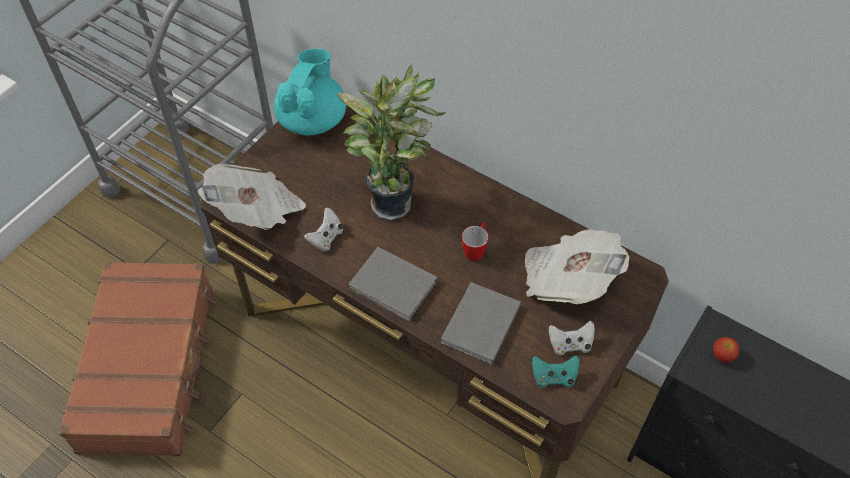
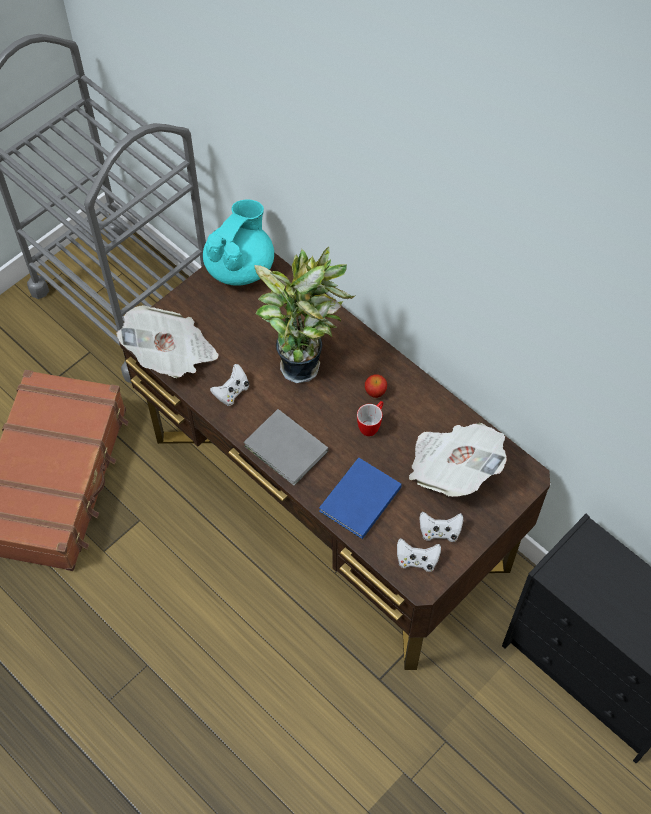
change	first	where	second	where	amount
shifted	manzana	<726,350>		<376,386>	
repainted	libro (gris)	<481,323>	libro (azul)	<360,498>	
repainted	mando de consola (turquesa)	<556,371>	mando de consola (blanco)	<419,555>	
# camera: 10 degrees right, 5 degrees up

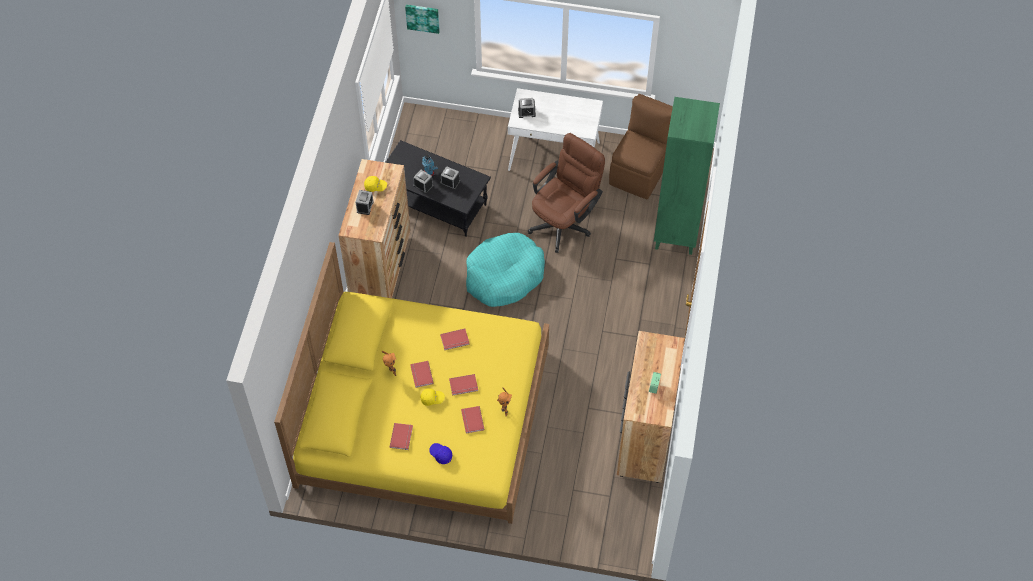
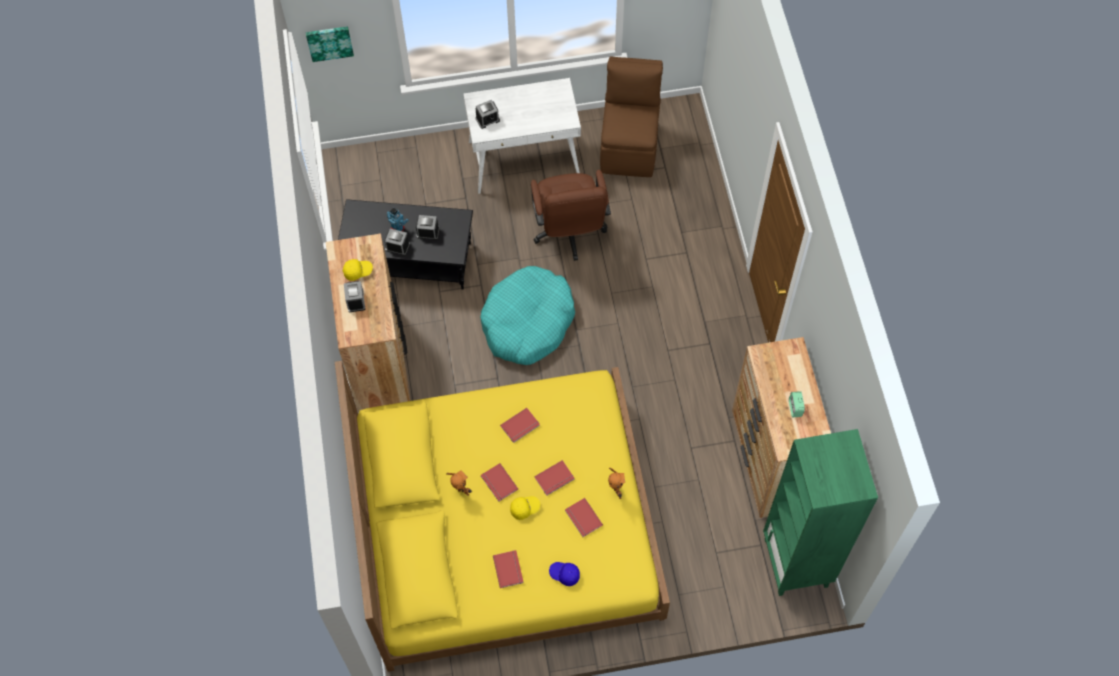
change	first	where	second	where	amount
shifted	estantería (verde)	<687,176>		<820,512>	
rotated	silla de oficina (marrón)	<566,193>		<571,215>	150 degrees clockwise
# camera: 20 degrees left, 5 degrees up

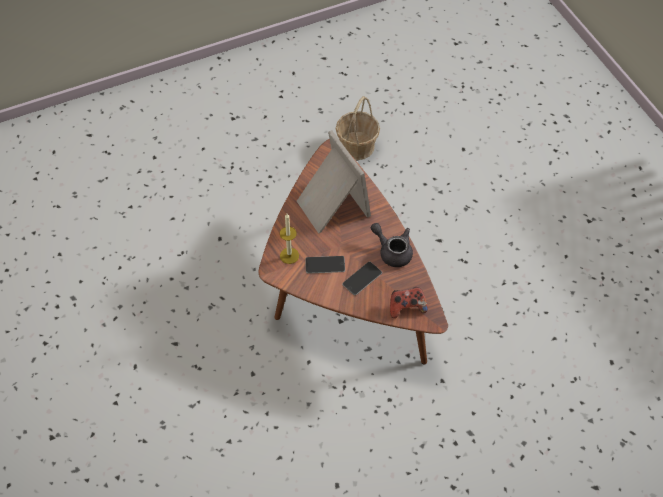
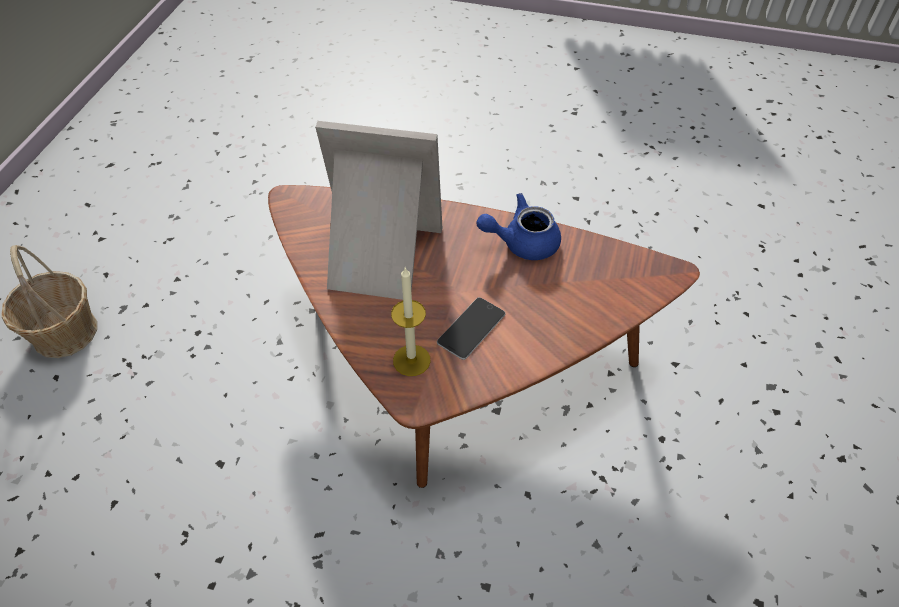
change	first	where	second	where	amount
gone	móvil	<362,278>			
gone	mando de consola	<409,302>			
shifted	cesta	<358,128>		<49,301>	
repainted	tetera (gris)	<392,245>	tetera (azul)	<519,226>	
# camera: 50 degrees left, 5 degrees down

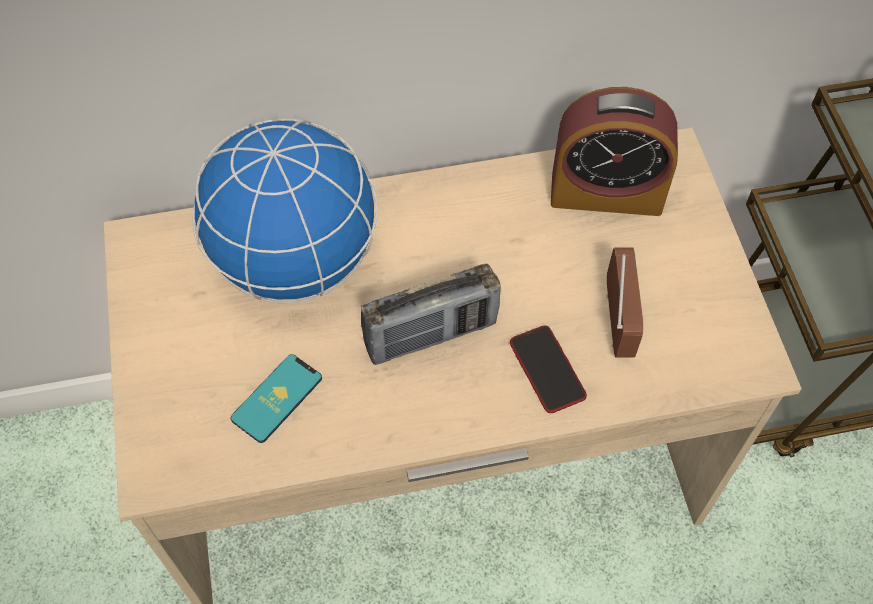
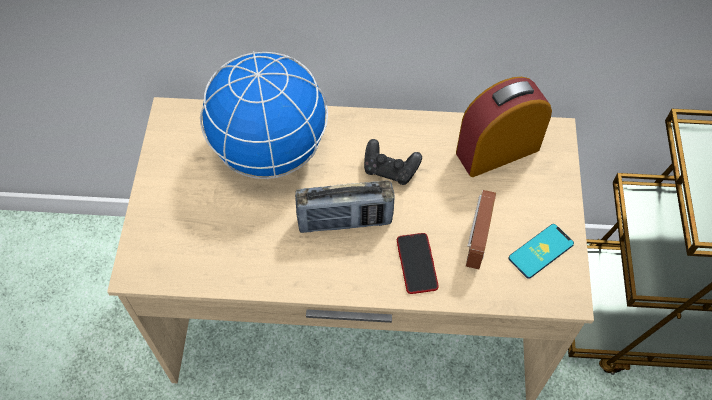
change	first	where	second	where	amount
new			mando de consola (negro)	<393,162>	
shifted	móvil	<276,398>		<541,251>	
rotated	despertador	<614,151>		<504,127>	135 degrees clockwise
# camera: 15 degrees right, 0 degrees up

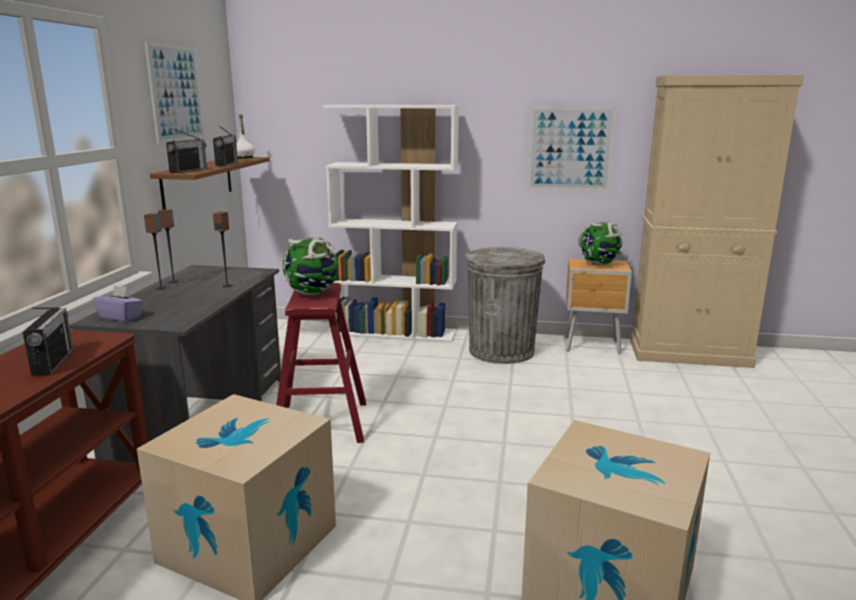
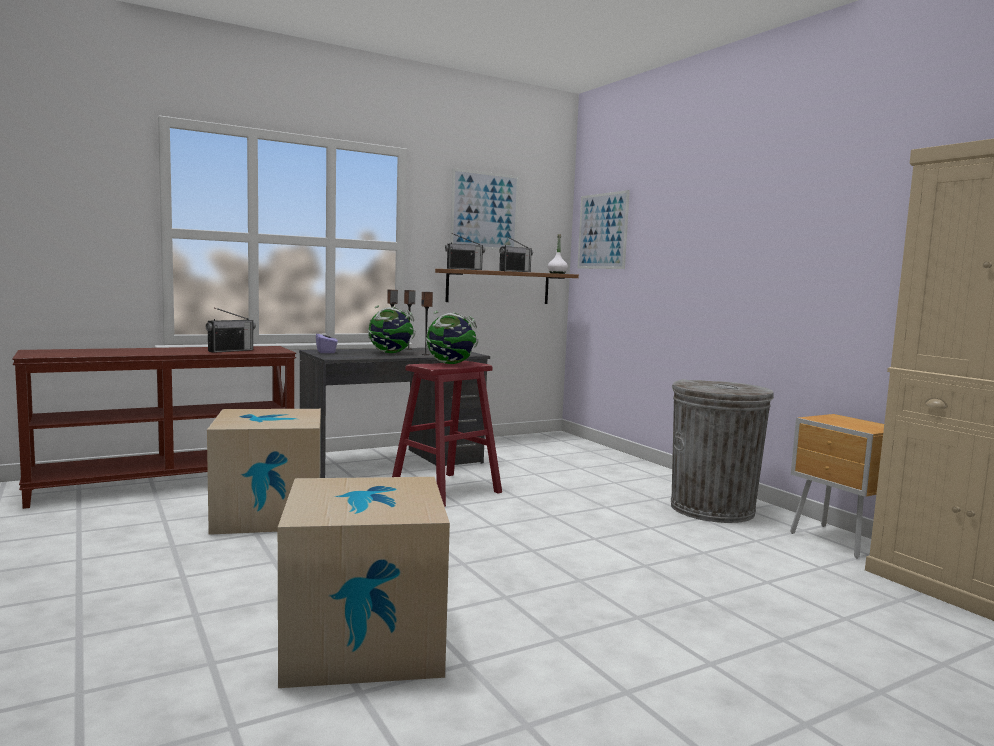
change	first	where	second	where	amount
gone	estantería (blanco)	<391,224>			
shifted	cuadro	<572,149>		<604,229>	
shifted	globo terráqueo	<600,243>		<392,329>	
# camera: 50 degrees right, 10 degrees down

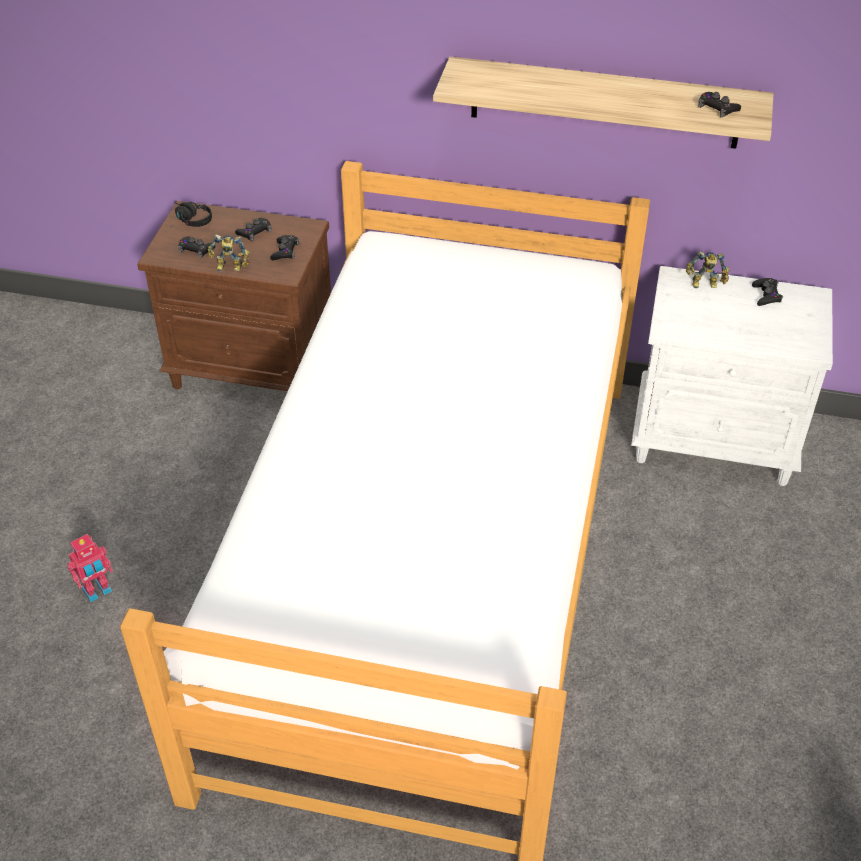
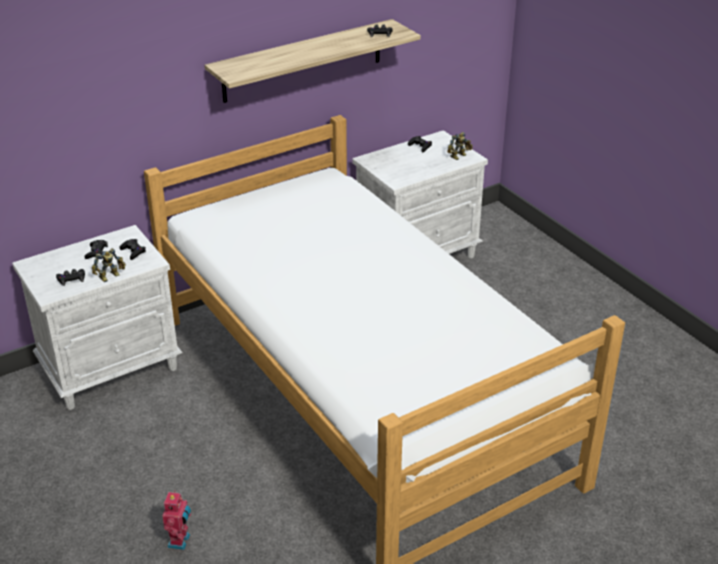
change	first	where	second	where	amount
gone	auriculares (negro)	<193,214>			
shifted	robot de juguete	<708,269>		<460,146>	
repainted	mesita de noche (marrón)	<234,296>	mesita de noche (blanco)	<97,317>	
# camera: 45 degrees left, 10 degrees down

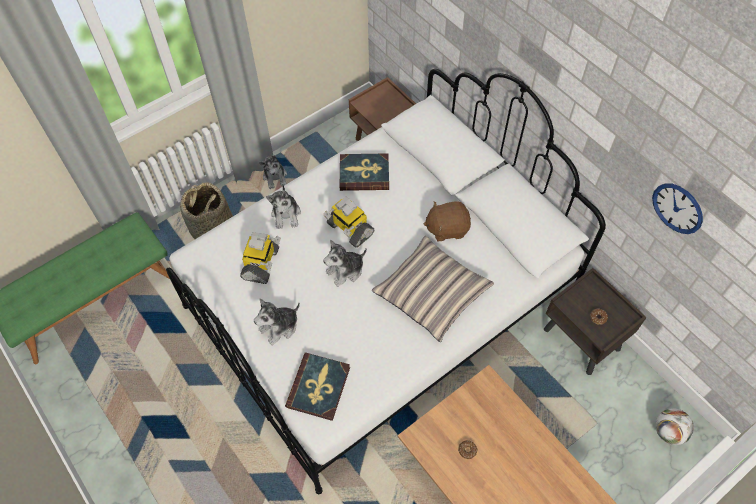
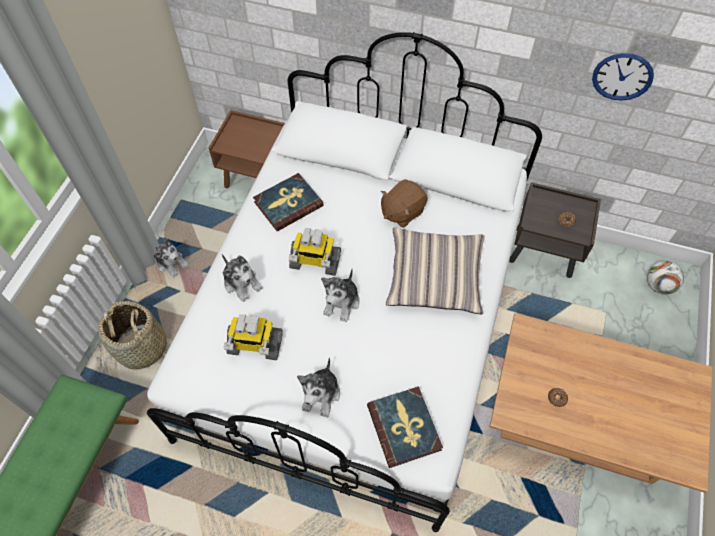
change	first	where	second	where	amount
rotated	robot de juguete	<260,258>		<253,337>	120 degrees clockwise
# camera: 35 degrees left, 0 degrees up

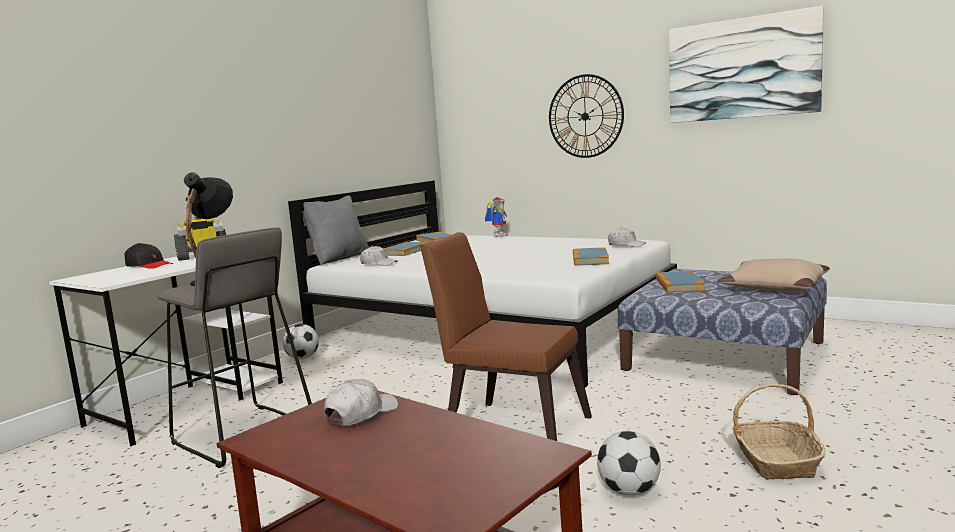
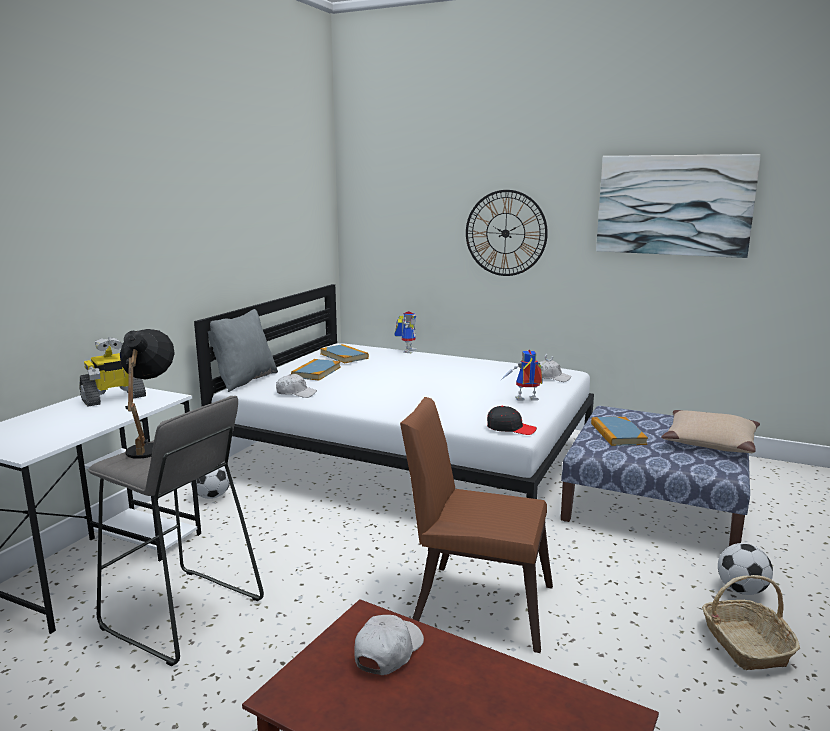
change	first	where	second	where	amount
shifted	gorra (negro)	<148,256>		<512,420>	
shifted	balón de fútbol	<629,463>		<745,569>	
swapped	libro	<591,256>	robot de juguete	<527,375>	
# camera: 10 degrees left, 5 degrees up

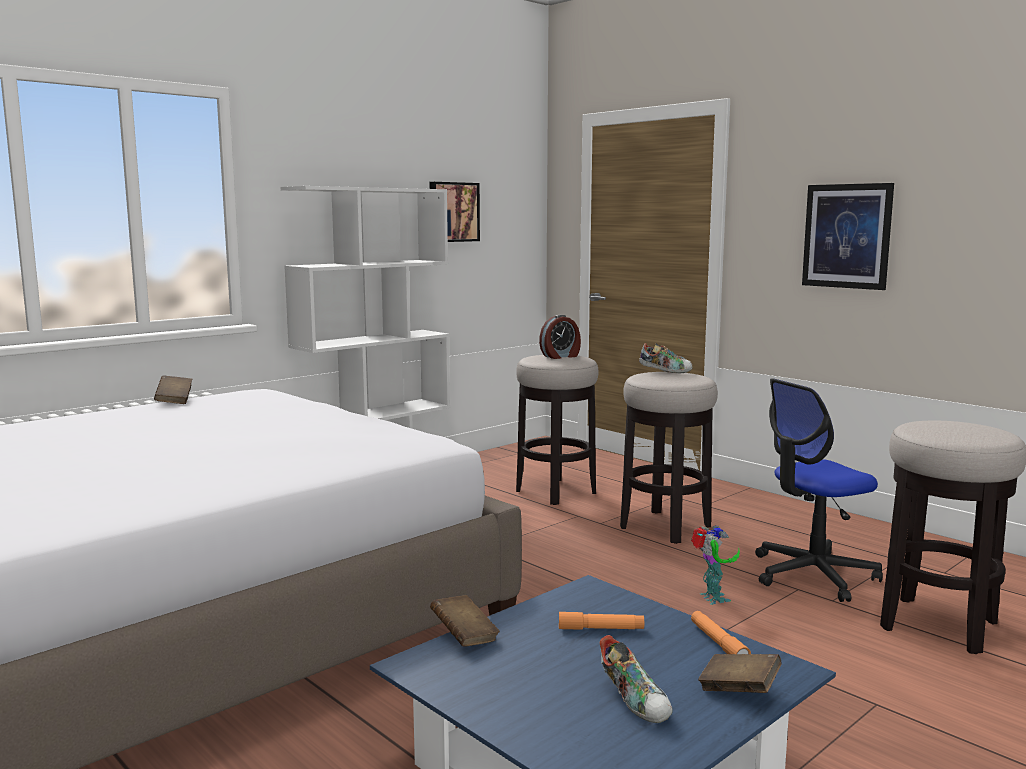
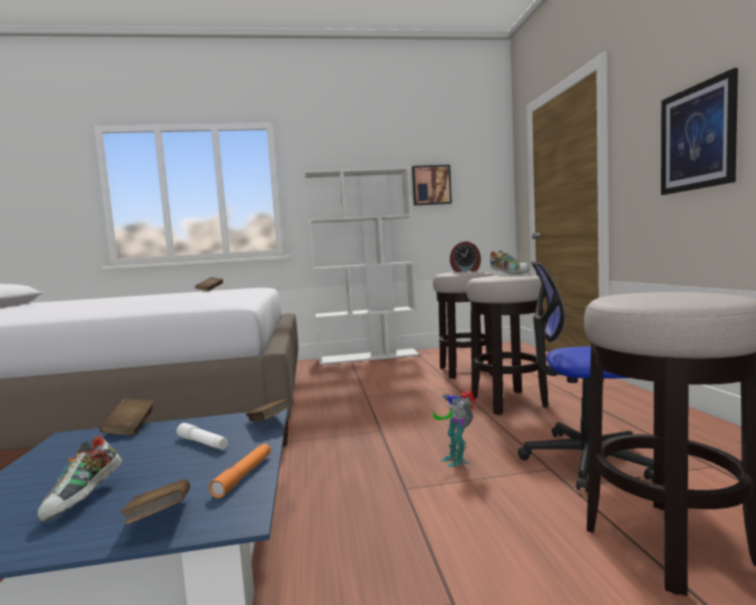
change	first	where	second	where	amount
new			libro (marrón)	<270,410>	
repainted	linterna (naranja)	<601,621>	linterna (blanco)	<202,436>	
rotated	robot de juguete	<715,565>		<454,429>	135 degrees clockwise
# camera: 35 degrees right, 5 degrees down

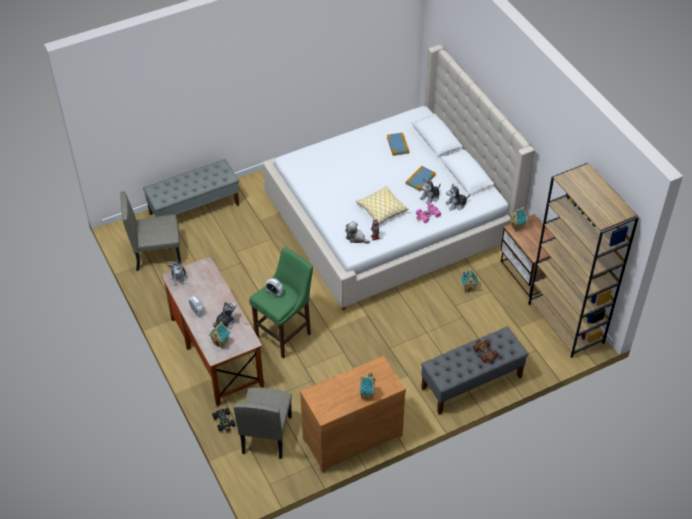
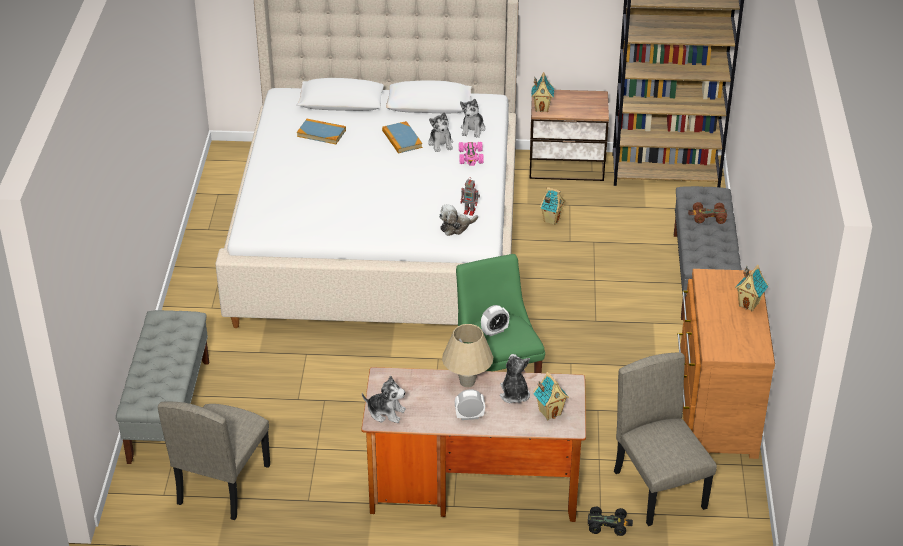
change	first	where	second	where	amount
gone	cojín	<382,205>			
new			lámpara de mesa (beis)	<467,355>	
rotated	silla (beis)	<263,423>		<665,439>	150 degrees counterclockwise
# camera: 60 degrees left, 10 degrees down

